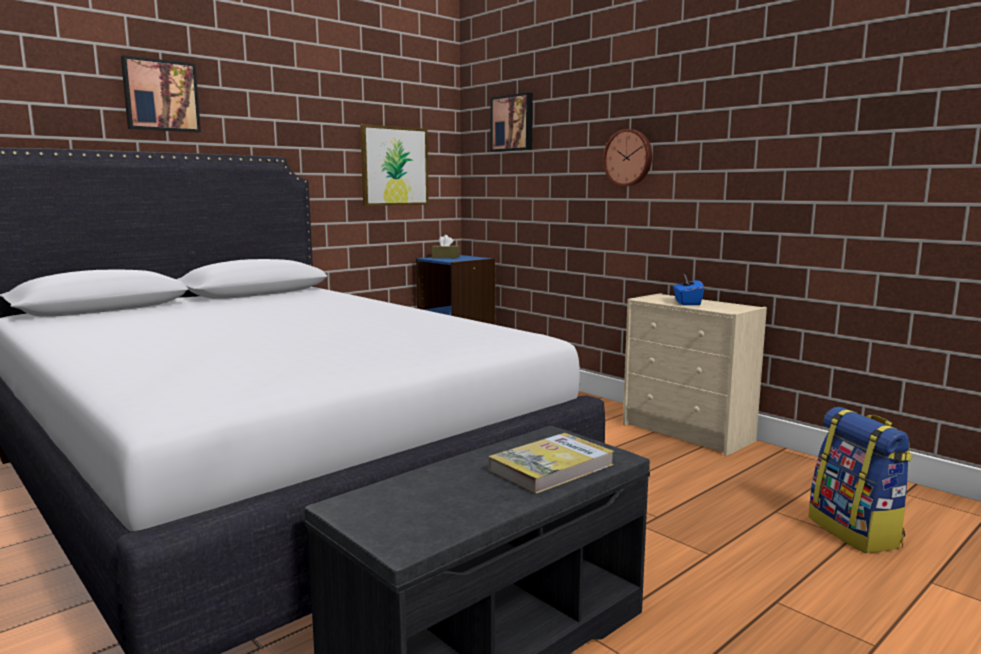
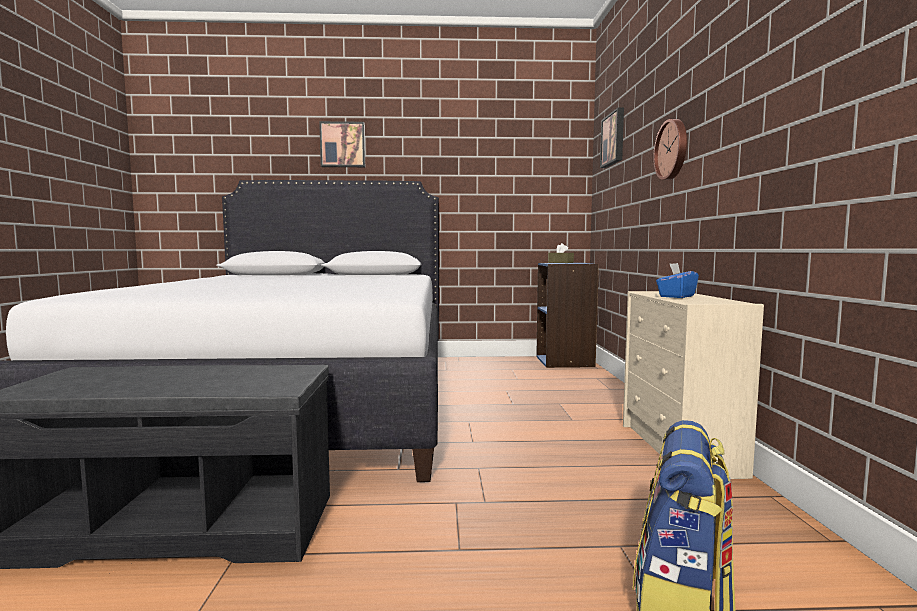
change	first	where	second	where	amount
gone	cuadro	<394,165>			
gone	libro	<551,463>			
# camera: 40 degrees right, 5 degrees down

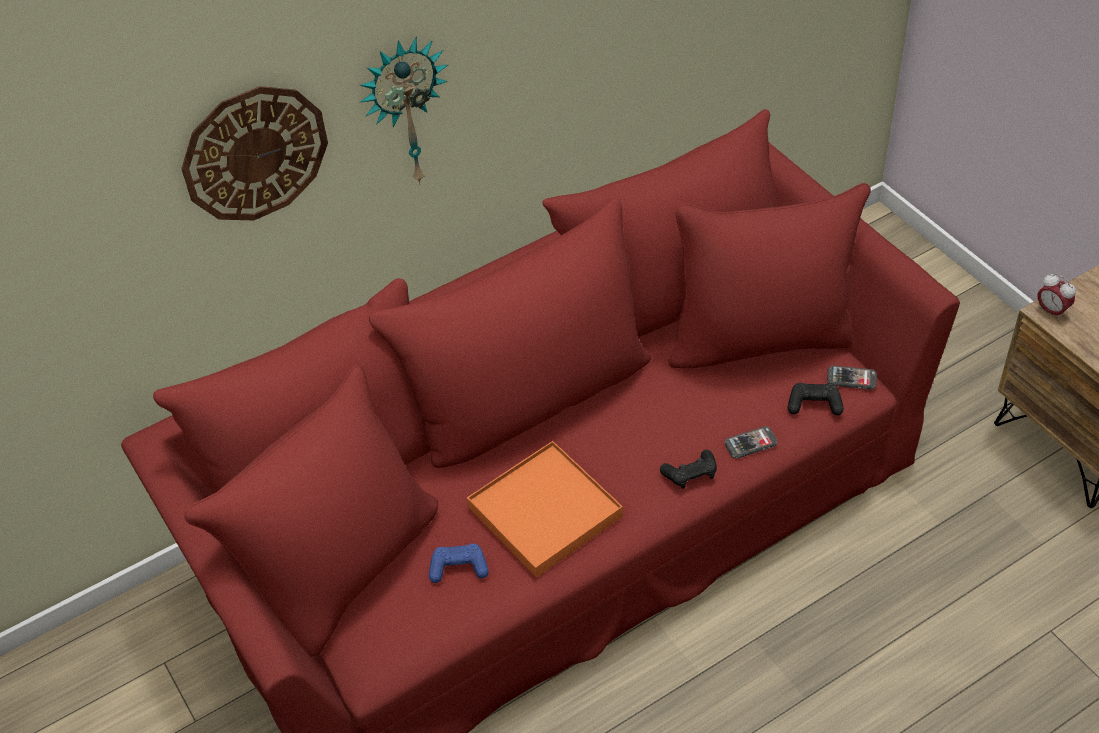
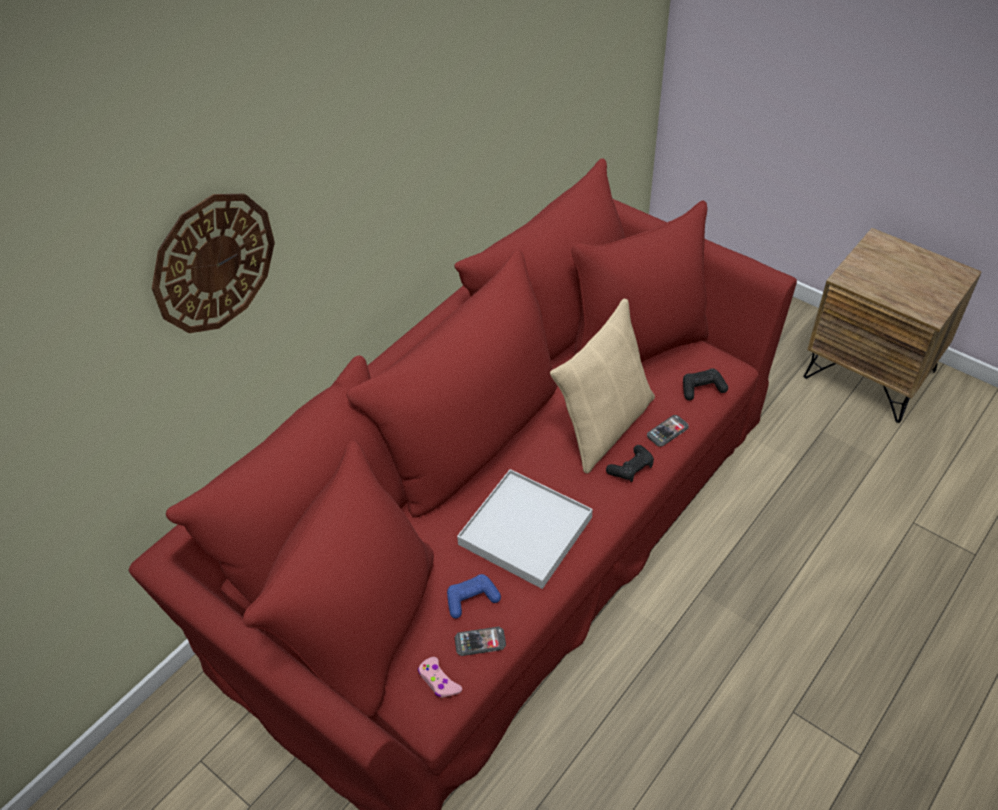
change	first	where	second	where	amount
gone	reloj de pared	<404,110>			
gone	despertador	<1056,297>			
new			mando de consola (rosa)	<440,677>	
new			cojín (beis)	<602,386>	
shifted	móvil	<852,378>		<480,641>	
repainted	bandeja (naranja)	<545,509>	bandeja (blanco)	<525,529>	
# camera: 20 degrees left, 0 degrees up

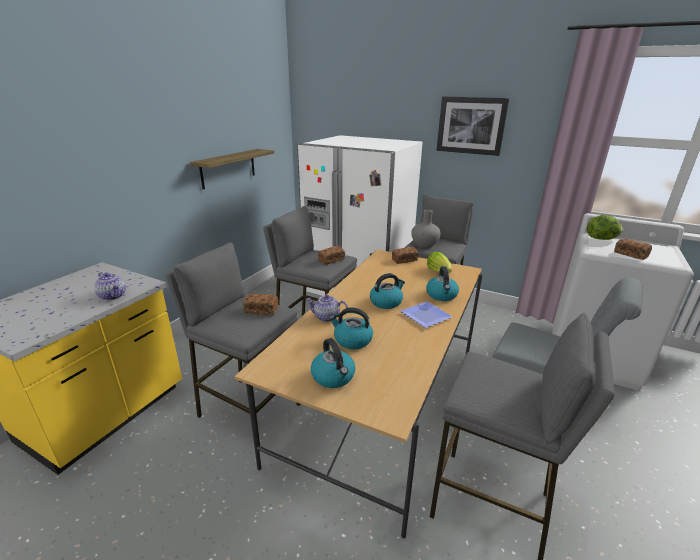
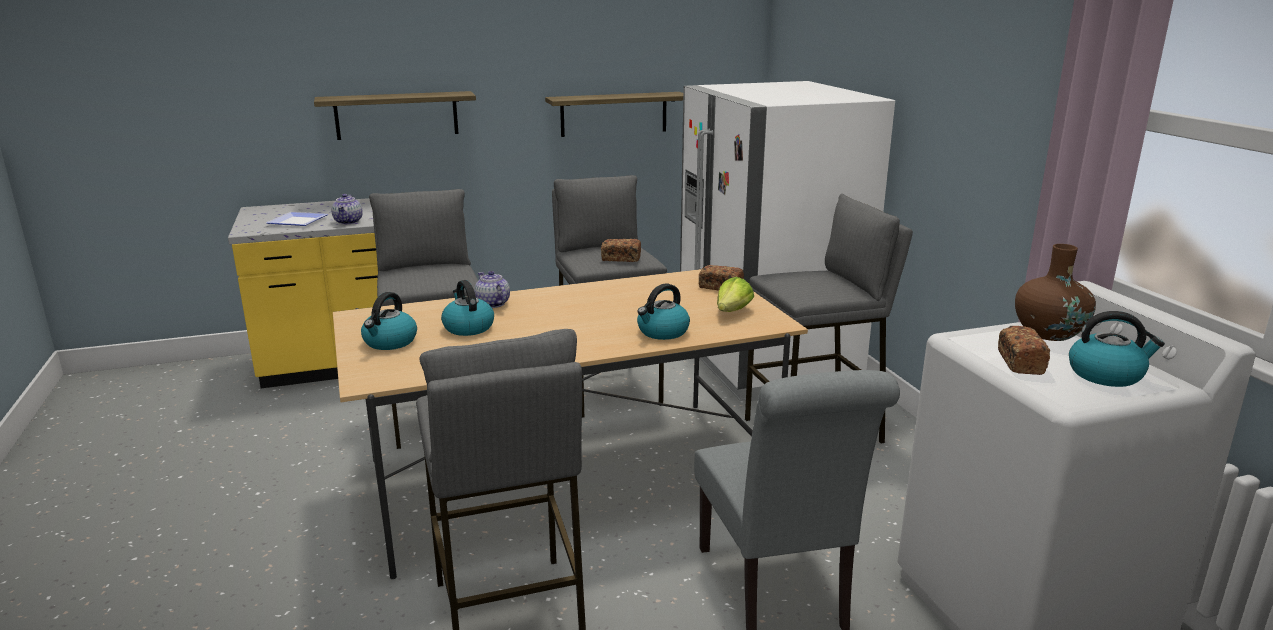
change	first	where	second	where	amount
gone	pan	<260,304>			
gone	florero (gris)	<426,228>			
gone	cuadro	<472,126>			
new			estante	<395,115>	
shifted	hervidor	<387,291>		<1117,349>	
shifted	plato	<426,314>		<297,219>	
swapped	lechuga	<605,227>	florero (marrón)	<1055,292>	
# camera: 45 degrees right, 5 degrees down

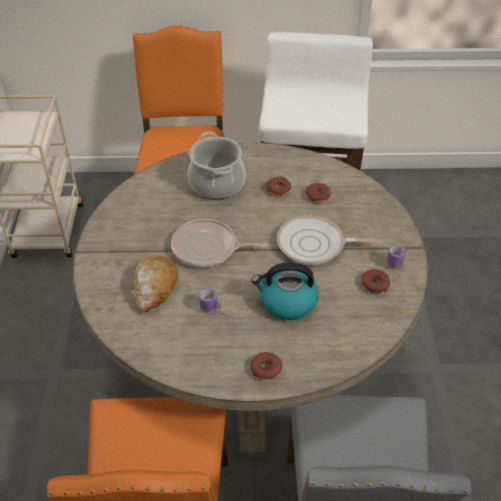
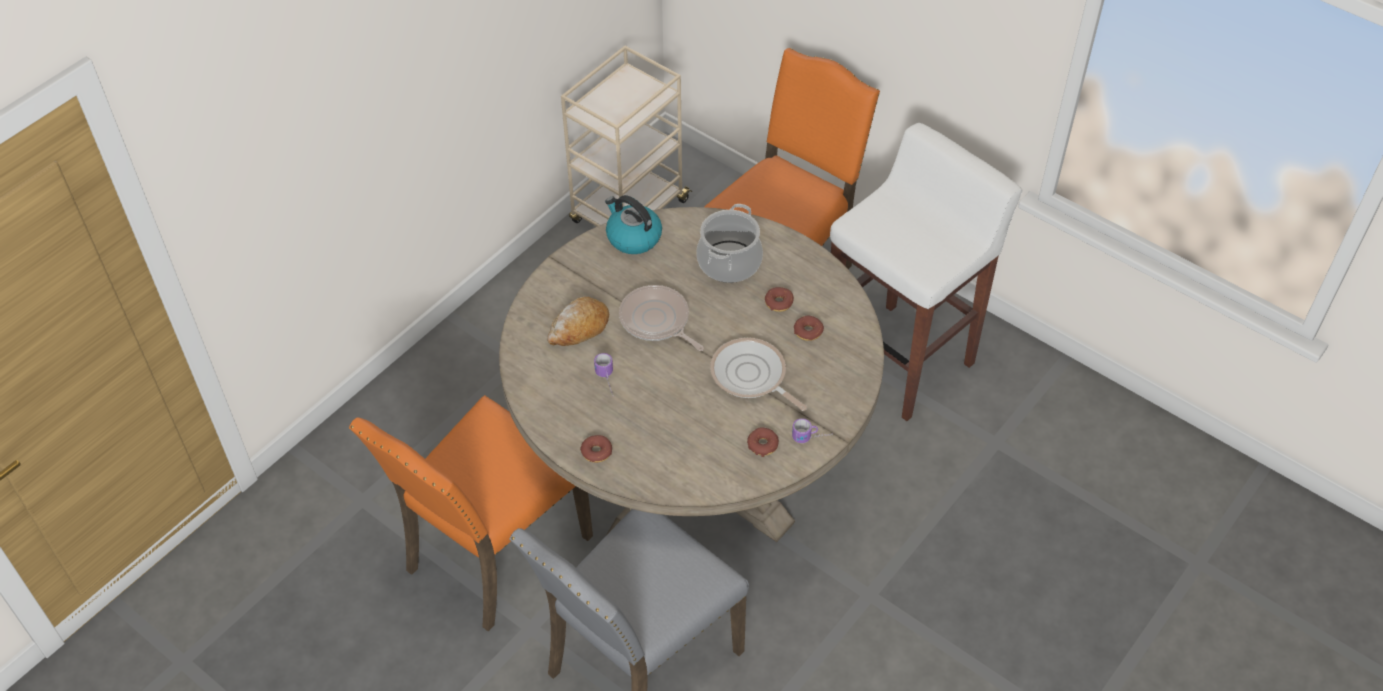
change	first	where	second	where	amount
shifted	hervidor	<285,291>		<633,224>	
# camera: 40 degrees right, 5 degrees up

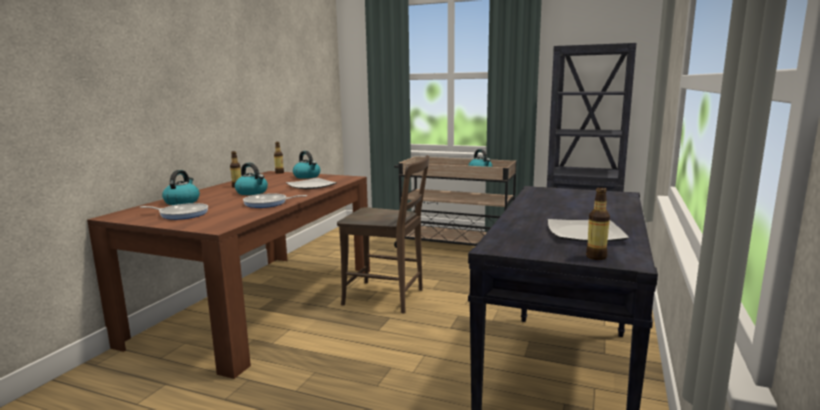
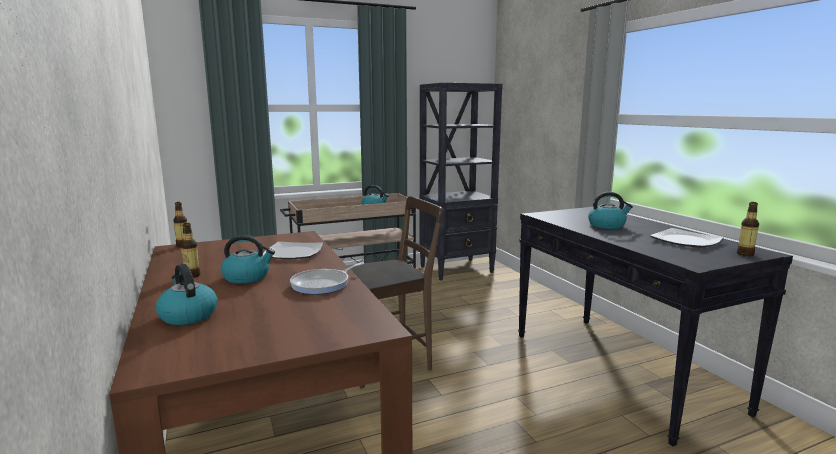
change	first	where	second	where	amount
gone	sartén	<174,211>			
shifted	hervidor	<306,165>		<610,210>	
# camera: 45 degrees left, 0 degrees up

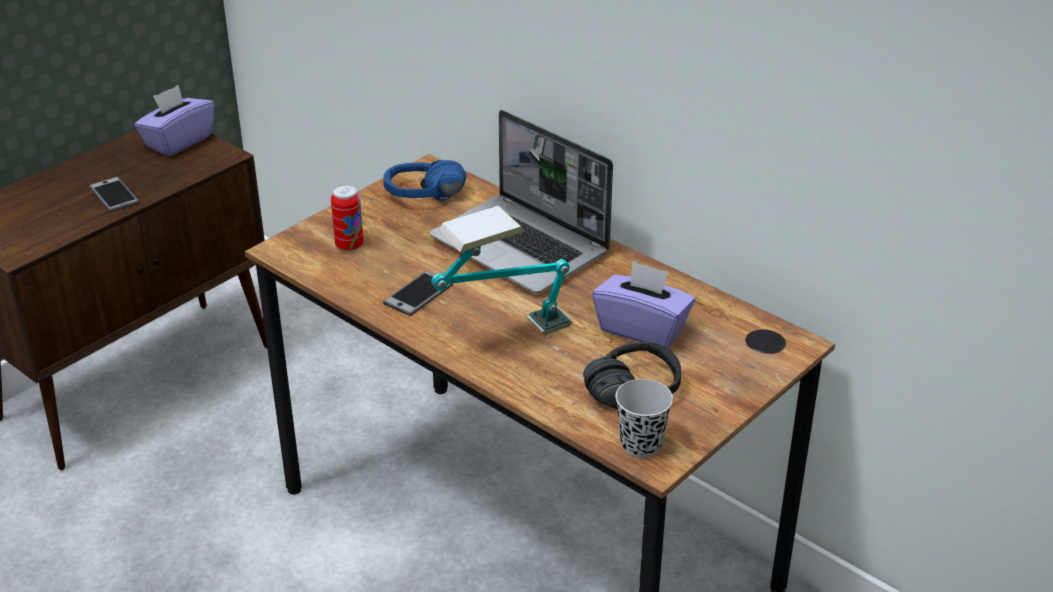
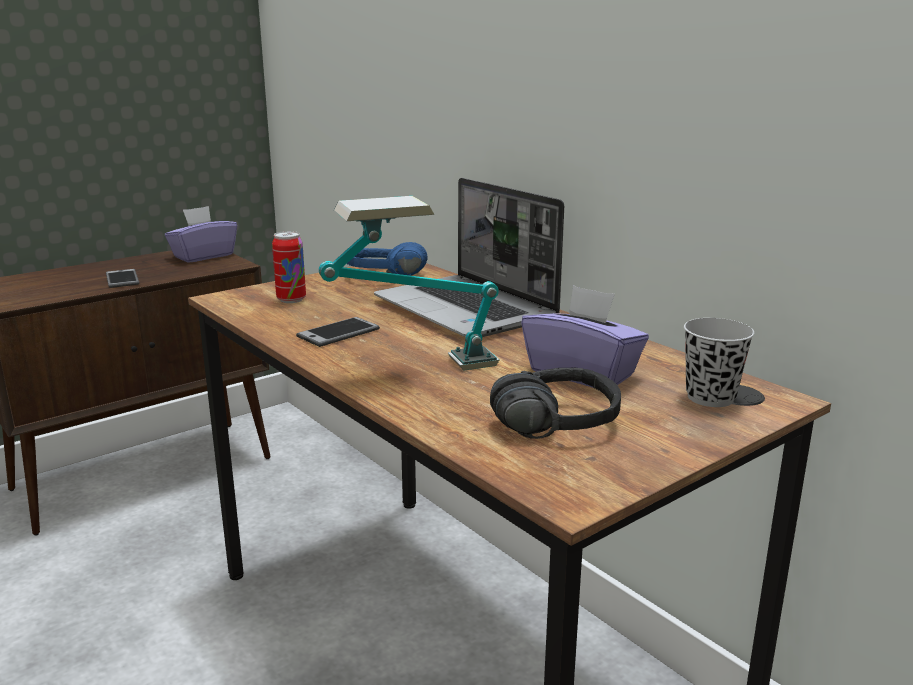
change	first	where	second	where	amount
shifted	taza (negro)	<644,418>		<719,362>	
# camera: 10 degrees right, 15 degrees down

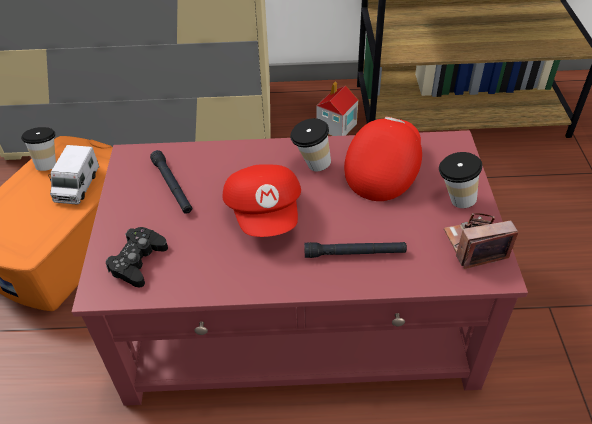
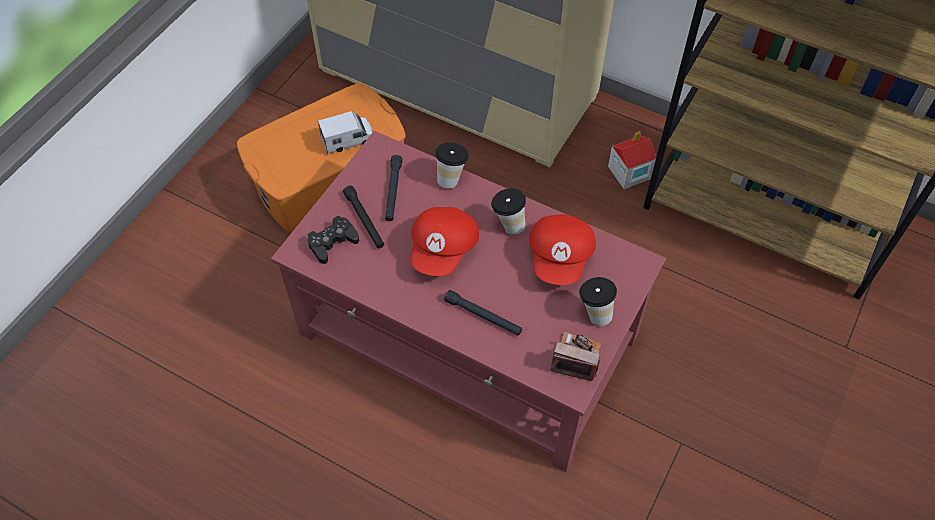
change	first	where	second	where	amount
new			linterna (negro)	<363,217>	
shifted	taza	<38,149>		<452,165>	
rotated	camión de juguete	<73,175>		<345,132>	150 degrees counterclockwise
rotated	gorra (rojo)	<383,159>		<562,249>	135 degrees clockwise
# camera: 30 degrees right, 10 degrees up

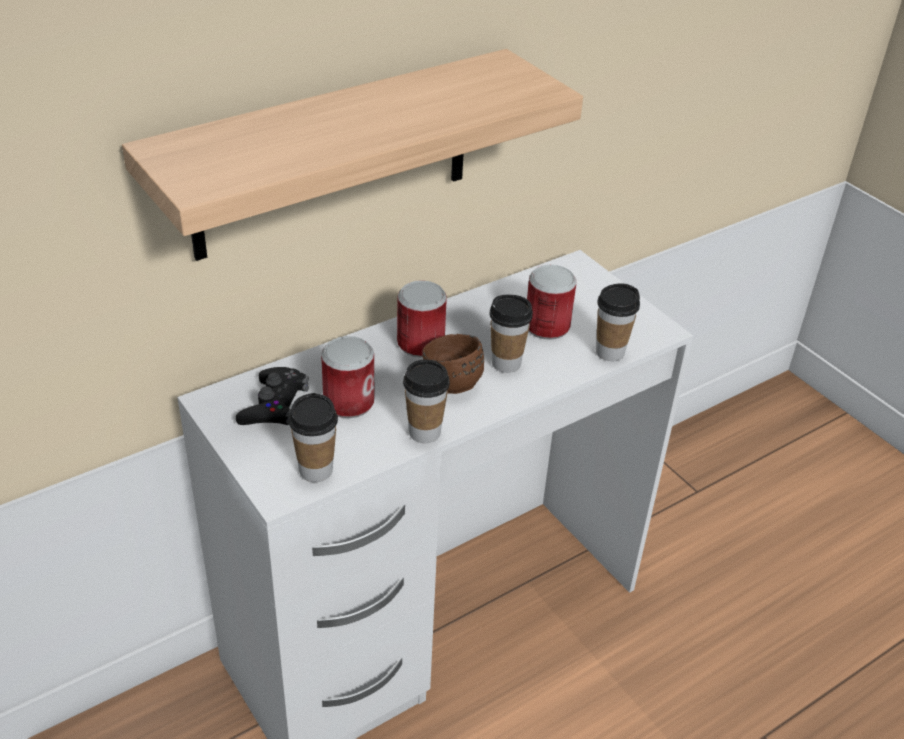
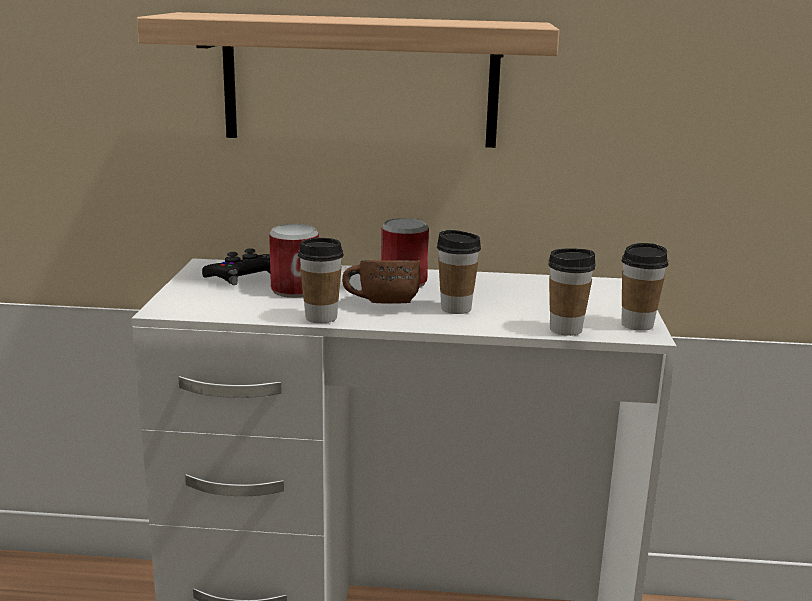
change	first	where	second	where	amount
gone	lata	<551,302>			
shifted	taza	<313,437>		<644,287>	
# camera: 40 degrees right, 20 degrees down

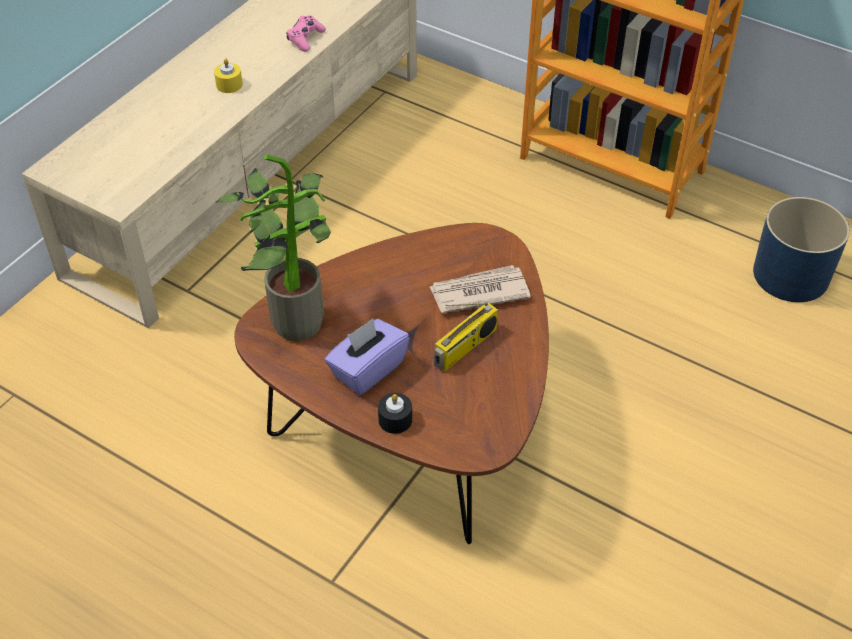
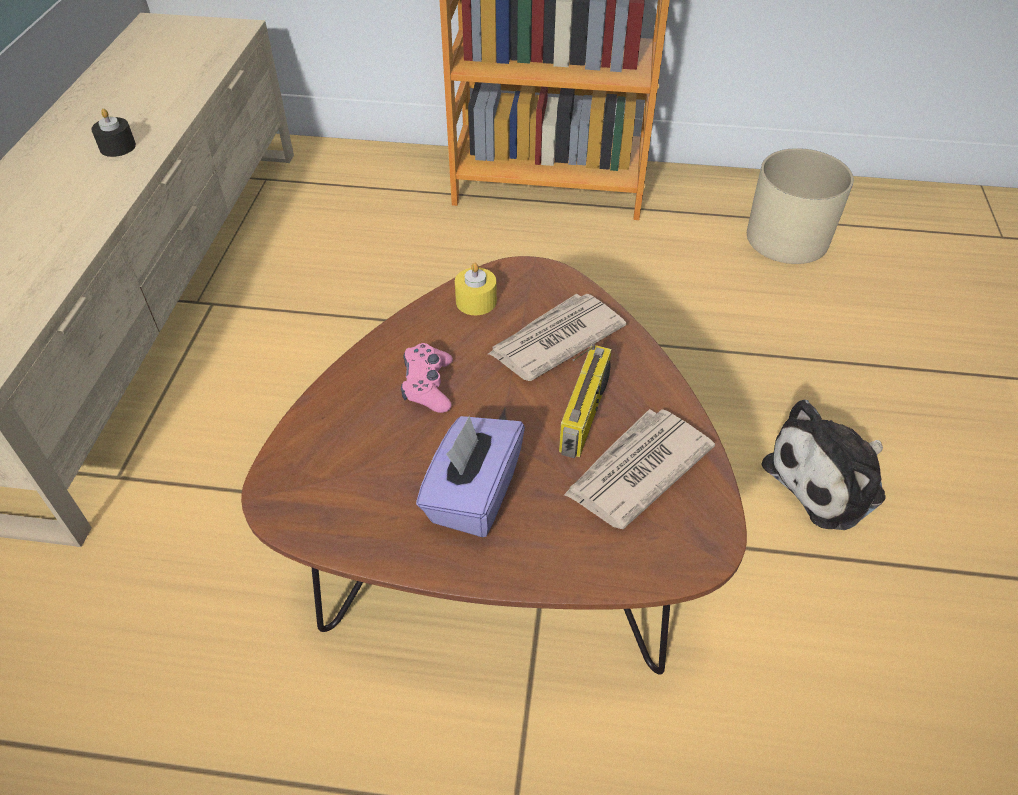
change	first	where	second	where	amount
gone	planta en maceta	<273,248>			
new			periódico	<639,469>	
new			peluche	<823,465>	
shifted	vela (amarillo)	<228,75>		<476,289>	
shifted	mando de consola (rosa)	<306,33>		<427,378>	
shifted	vela (negro)	<395,413>		<113,133>	
repainted	maceta (azul)	<801,249>	maceta (beis)	<800,206>	
# camera: 25 degrees left, 0 degrees up

